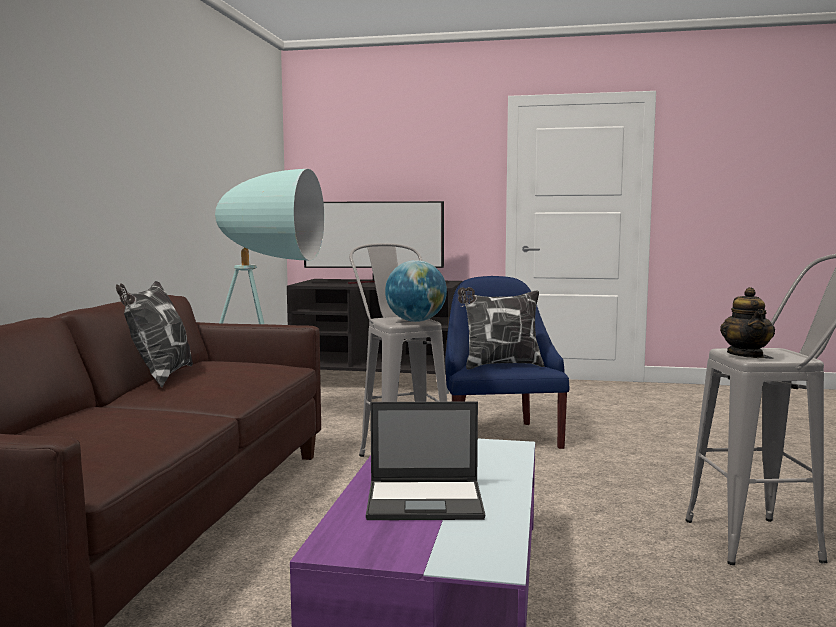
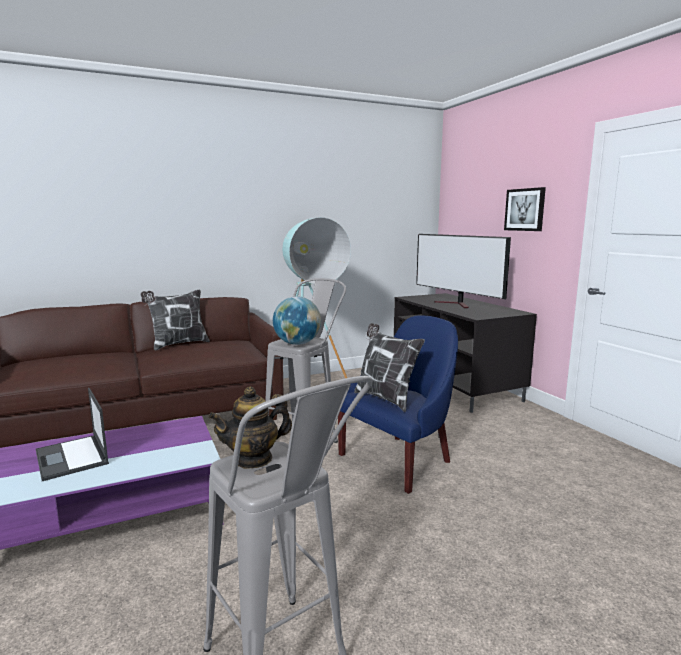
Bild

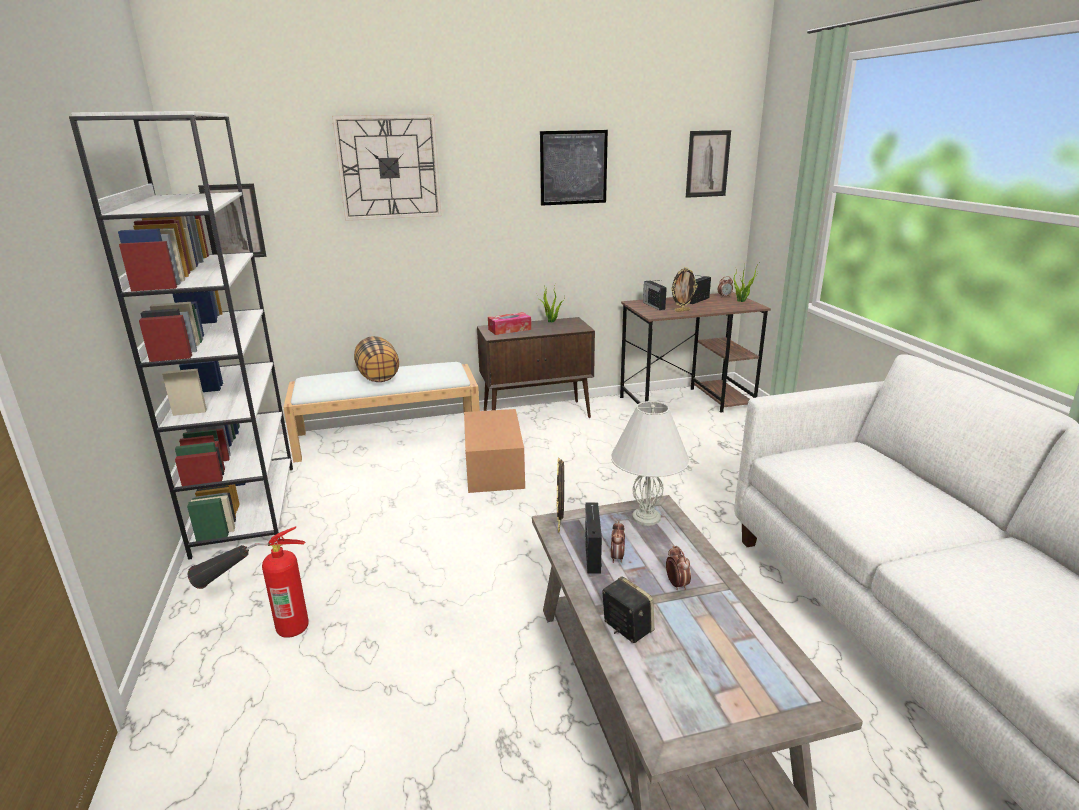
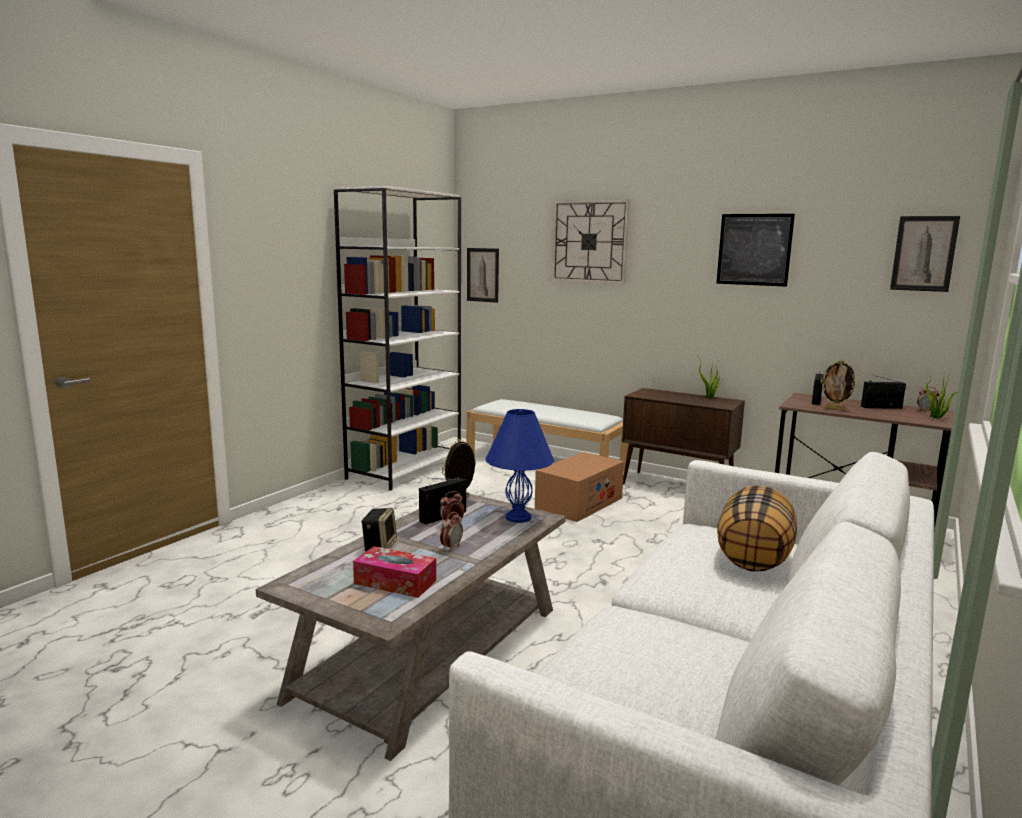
Taschentuchbox; Kissen; Tischlampe (blau); Feuerlöscher

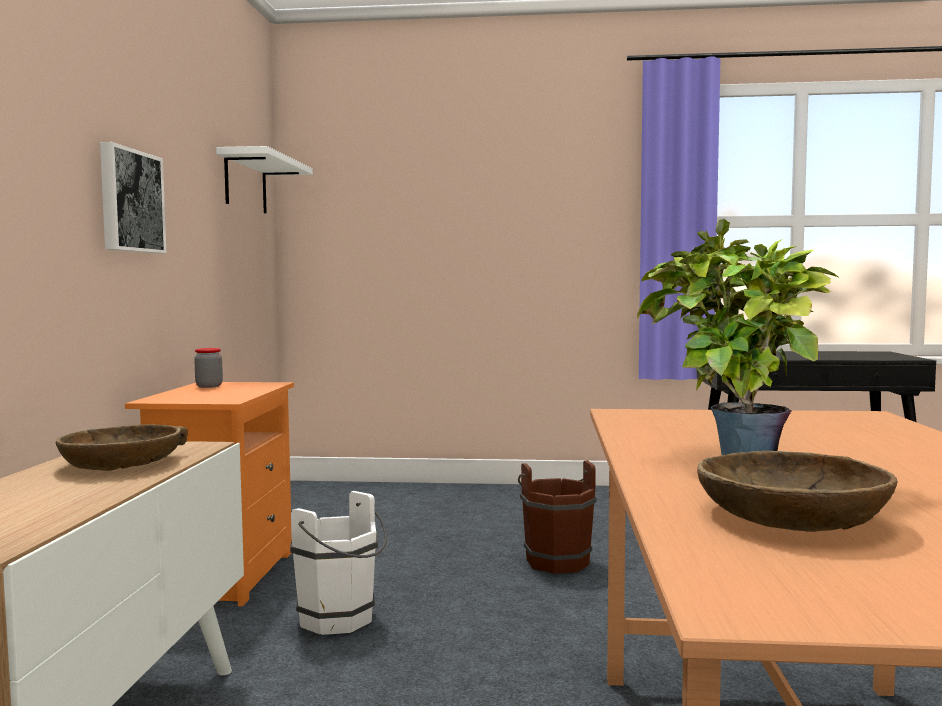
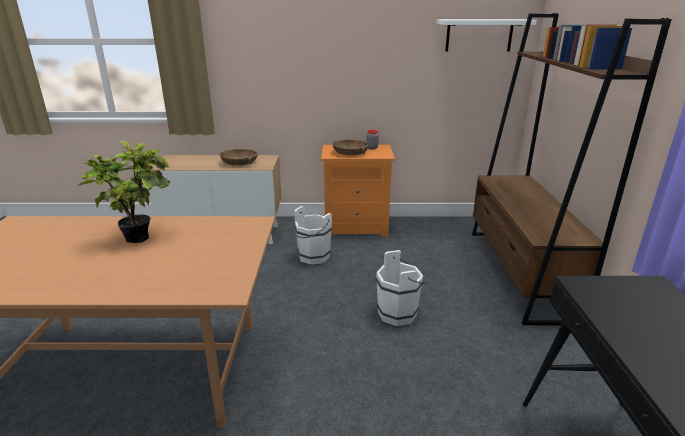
Bild; Schüssel (braun) (2nd from left); Eimer (weiß) (2nd from left); Bücherregal (braun)

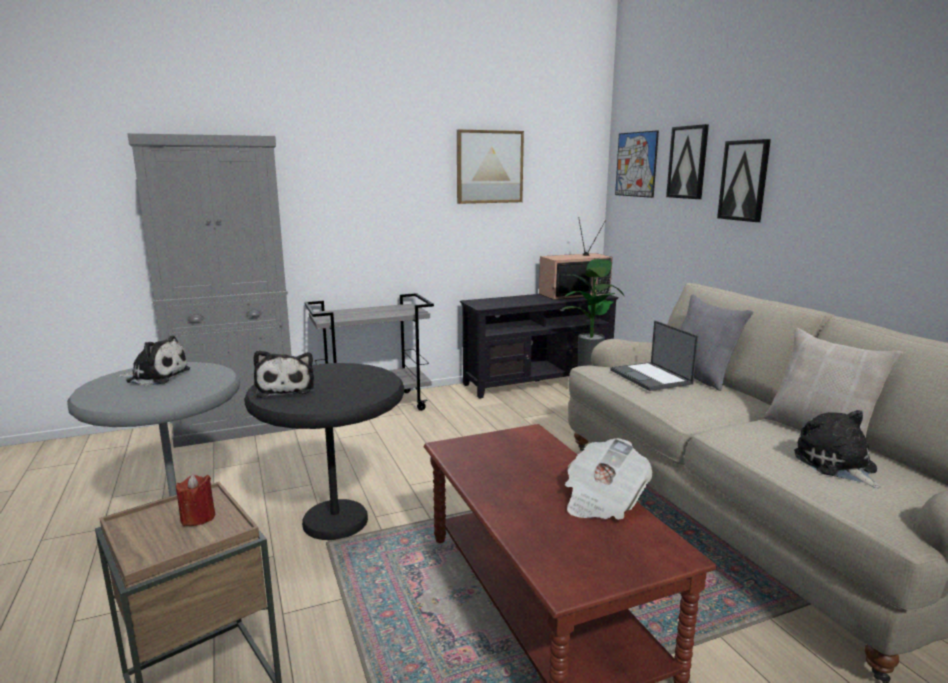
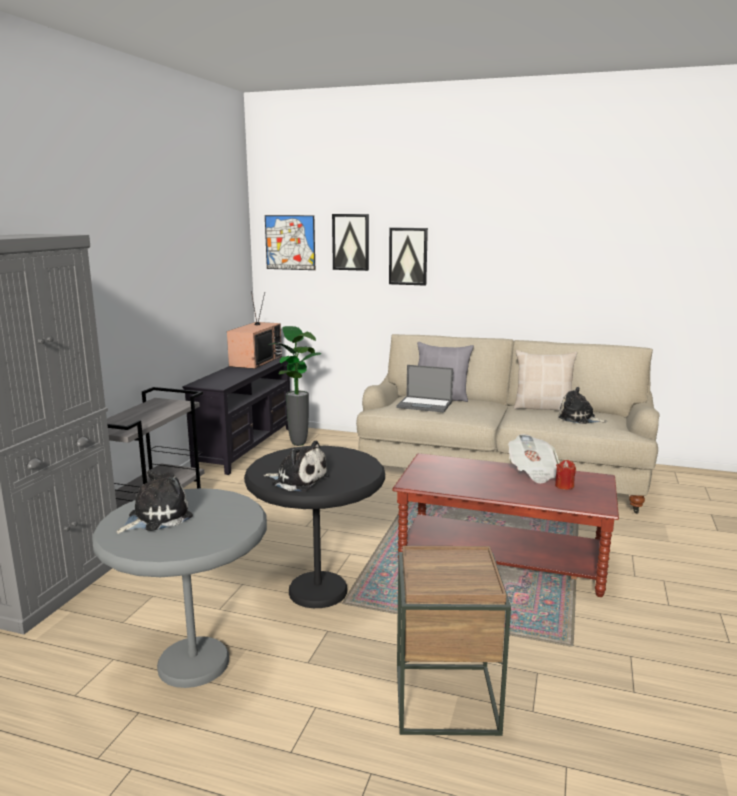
Bild (1st from left in the first image); Kerze (rot)

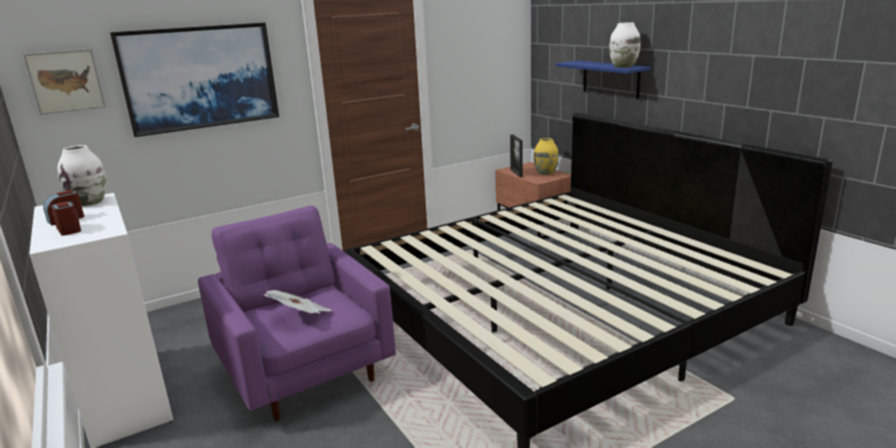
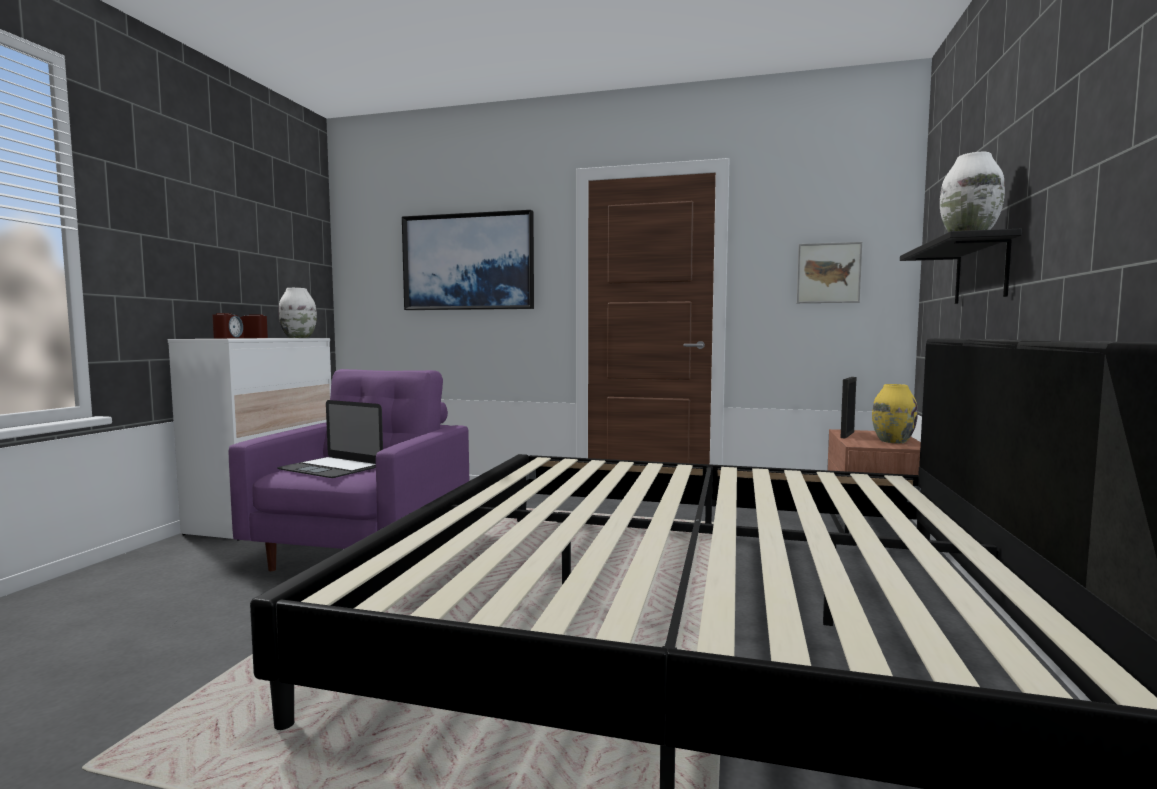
Bild (2nd from left); Wandregal (schwarz); Laptop

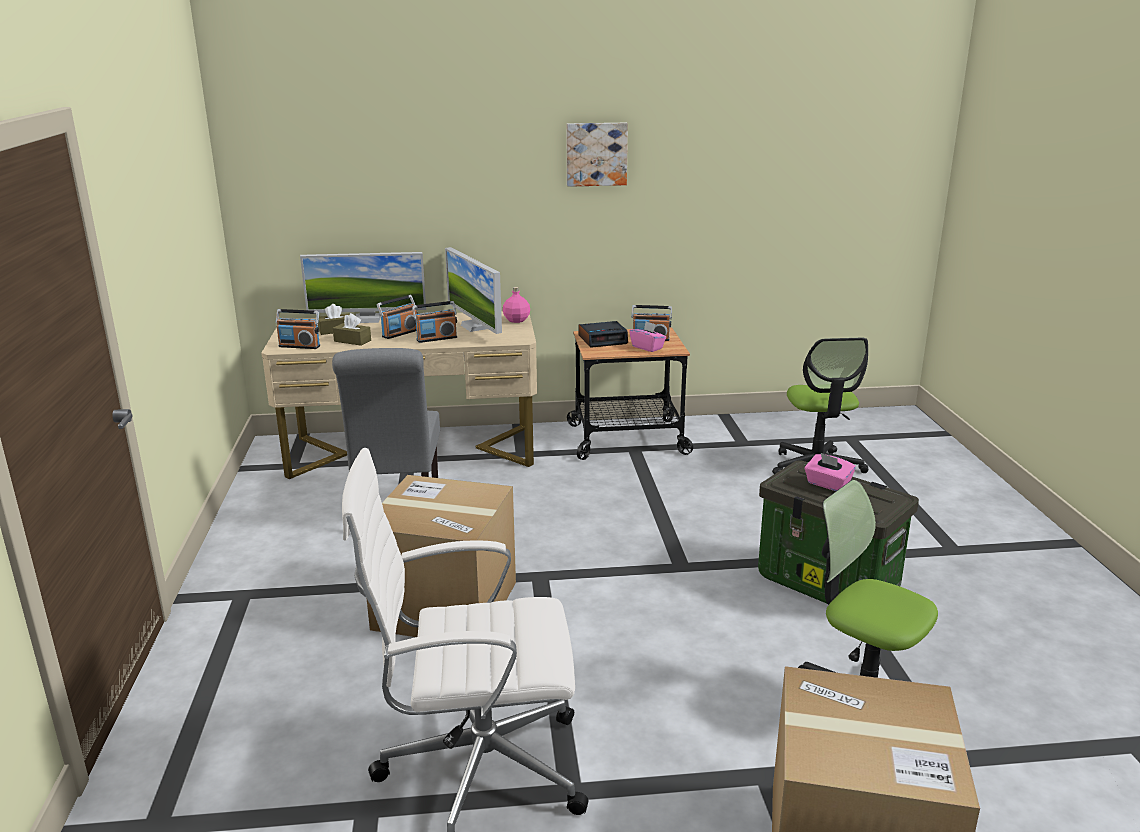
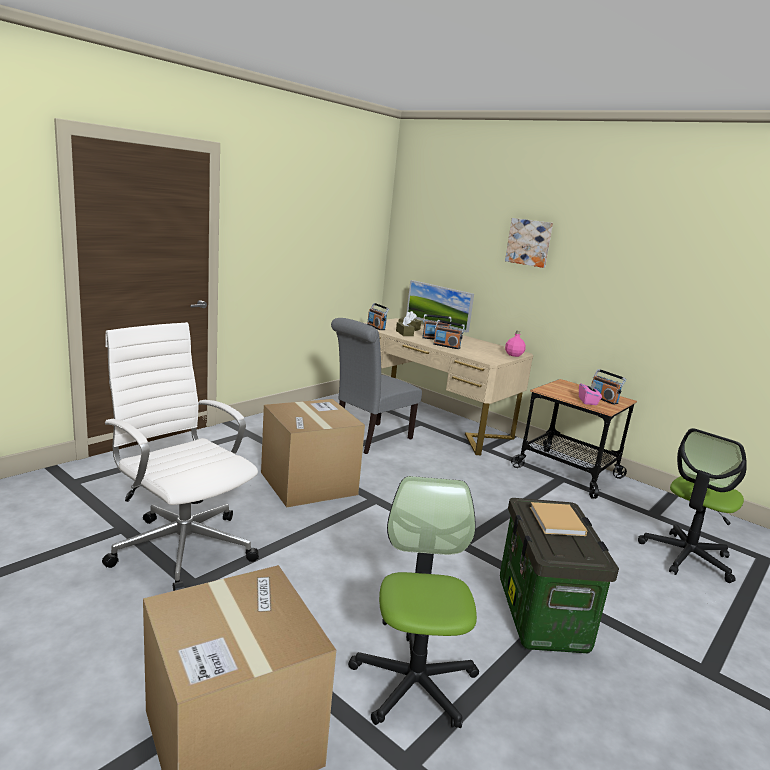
Bild; Monitor (2nd from left in the first image); Wecker; Buch (beige)

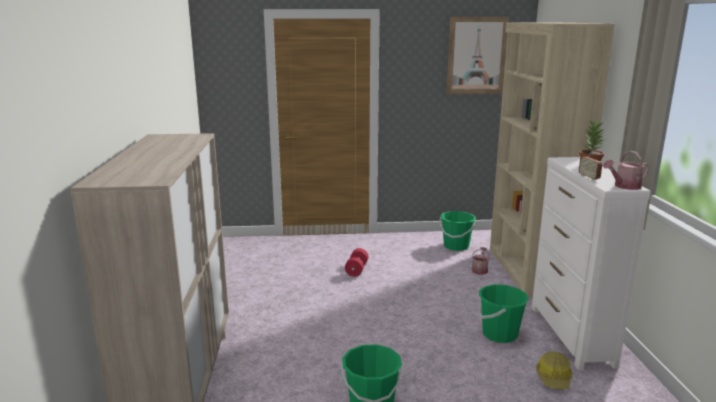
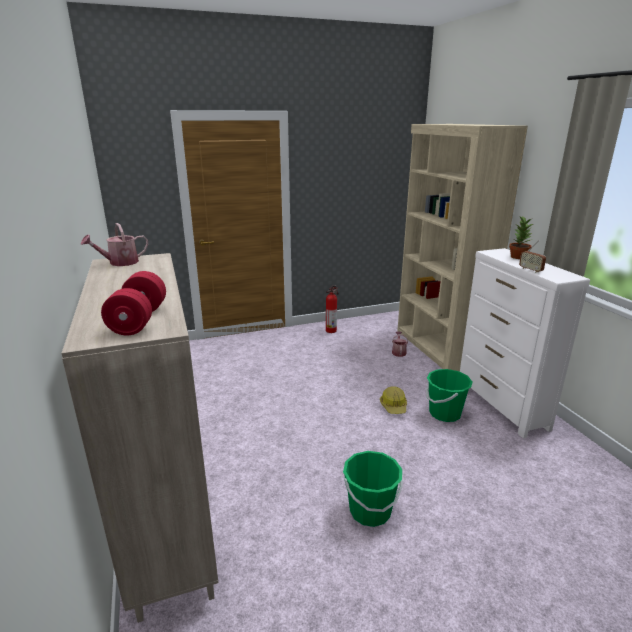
Bild; Gießkanne (1st from left); Eimer (grün) (2nd from left in the first image); Hantel (rot); Schutzhelm; Feuerlöscher

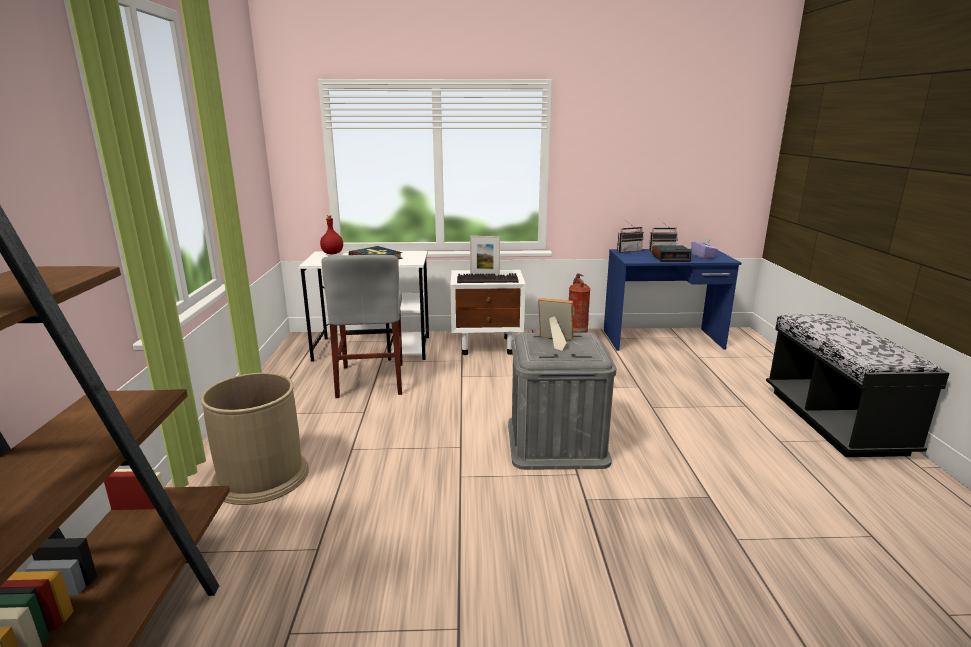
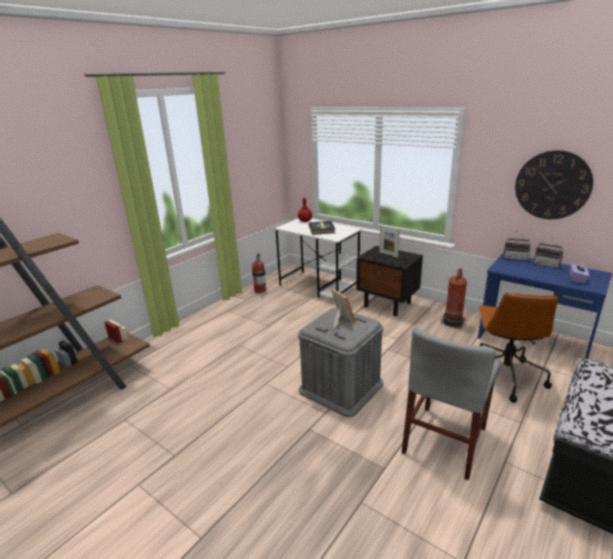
Wecker; Stuhl (grau); Nachttisch (schwarz); Mülleimer (braun); Wanduhr; Feuerlöscher (1st from left); Bürostuhl (braun)

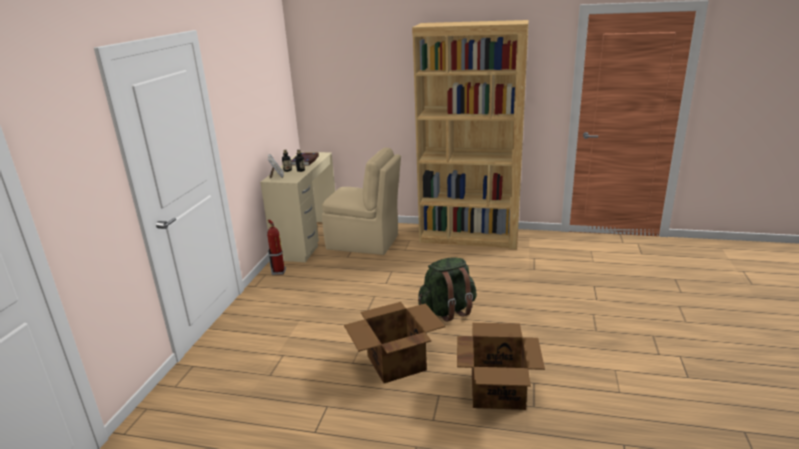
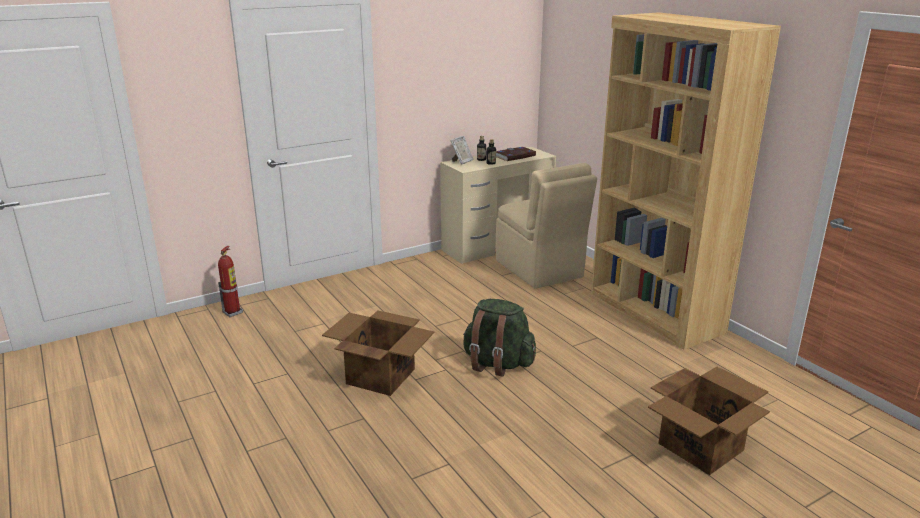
Feuerlöscher; Karton (2nd from left)

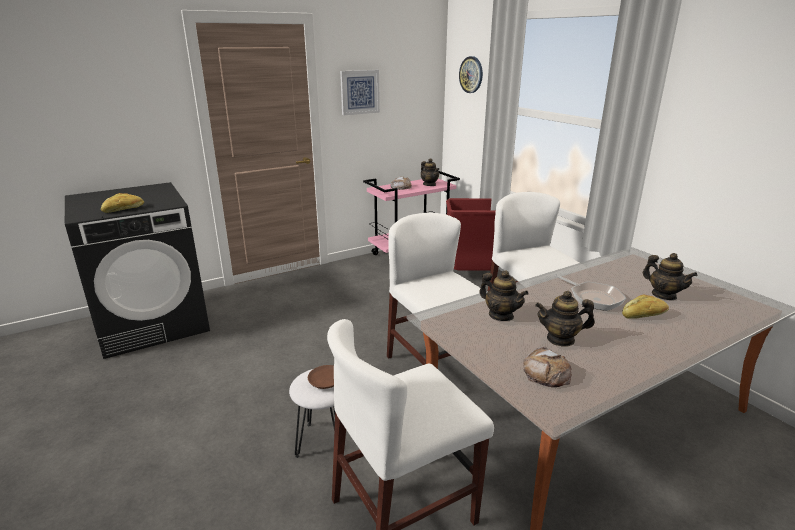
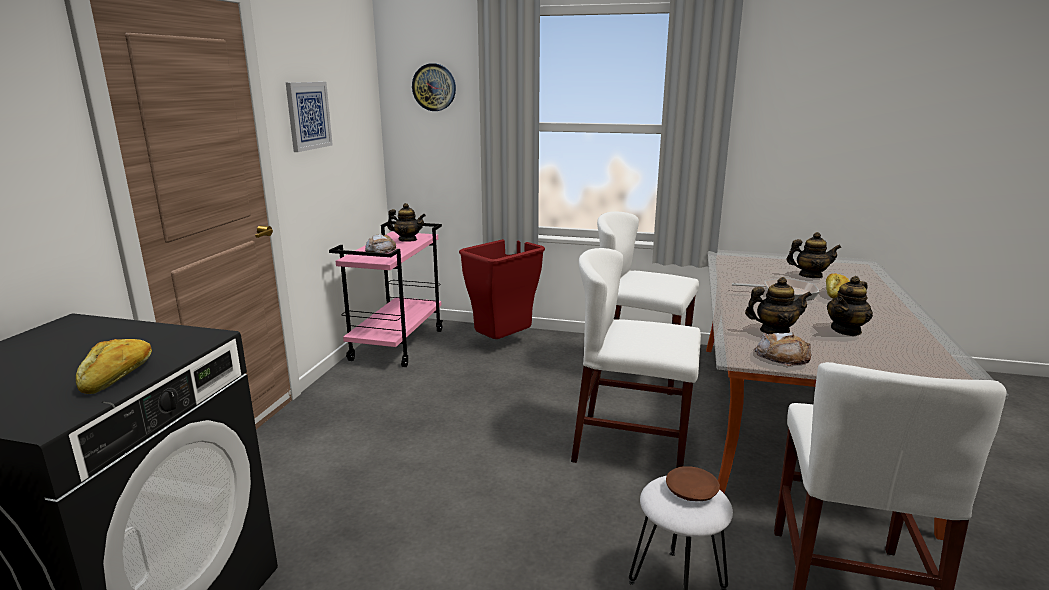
Brot (3rd from left)

